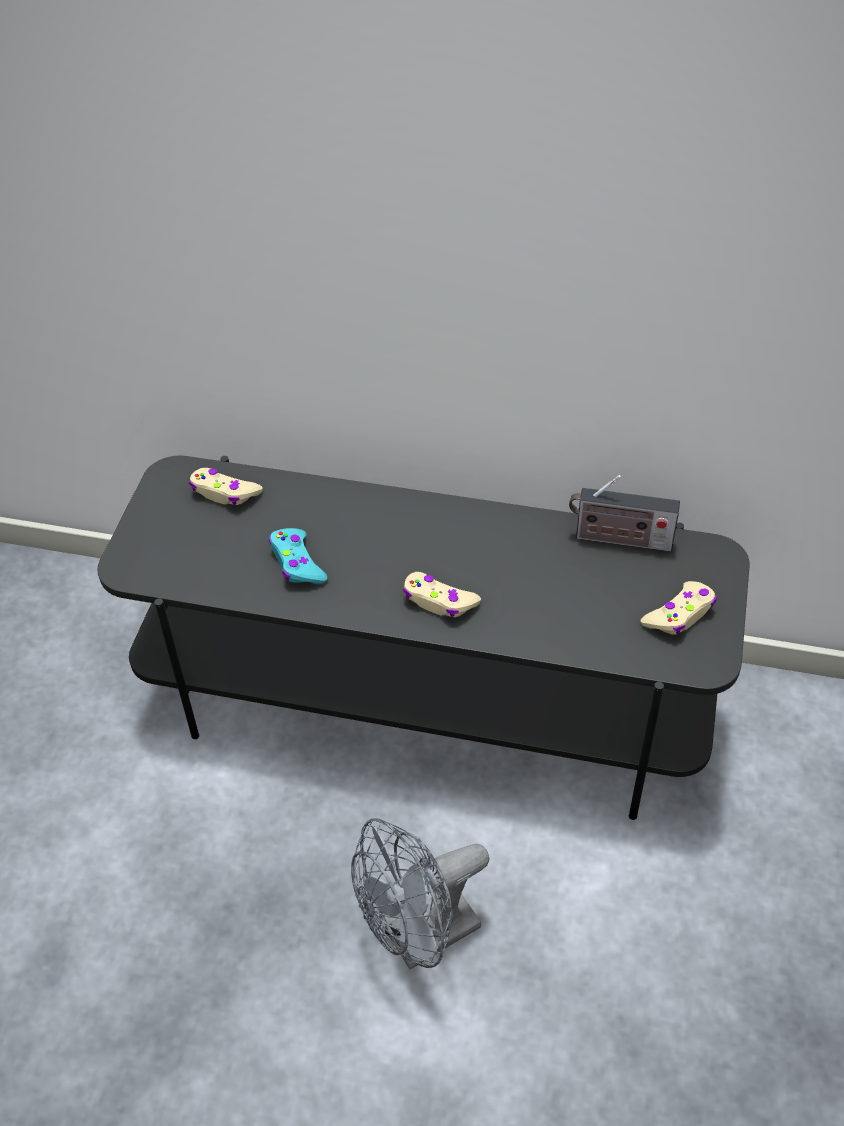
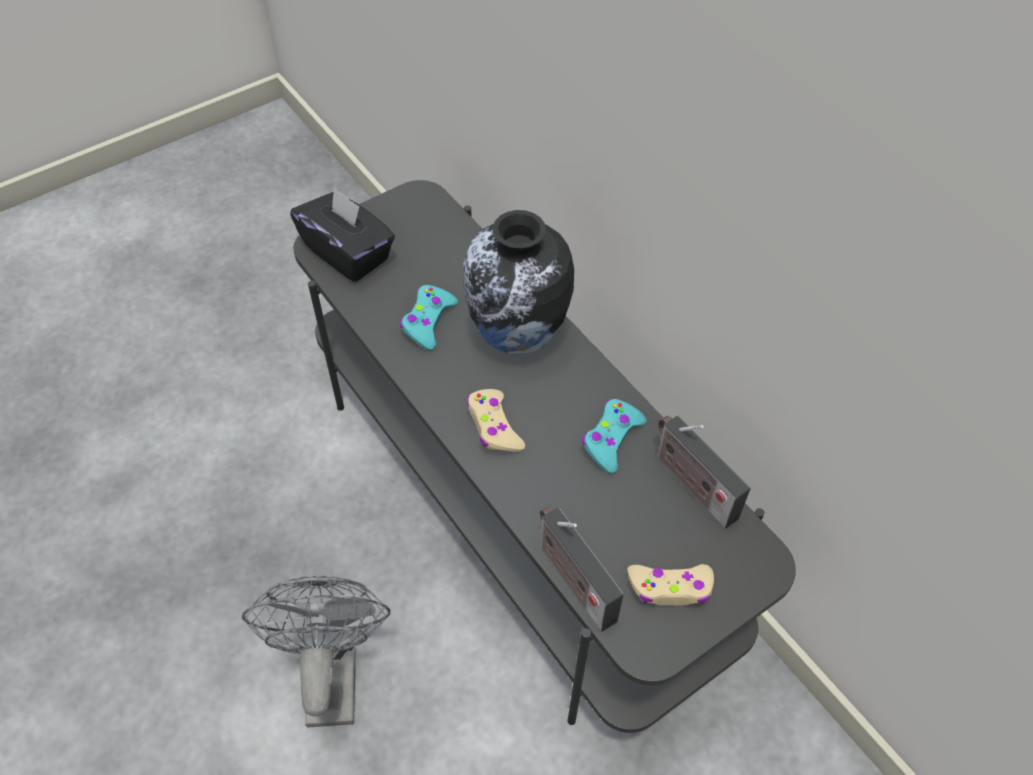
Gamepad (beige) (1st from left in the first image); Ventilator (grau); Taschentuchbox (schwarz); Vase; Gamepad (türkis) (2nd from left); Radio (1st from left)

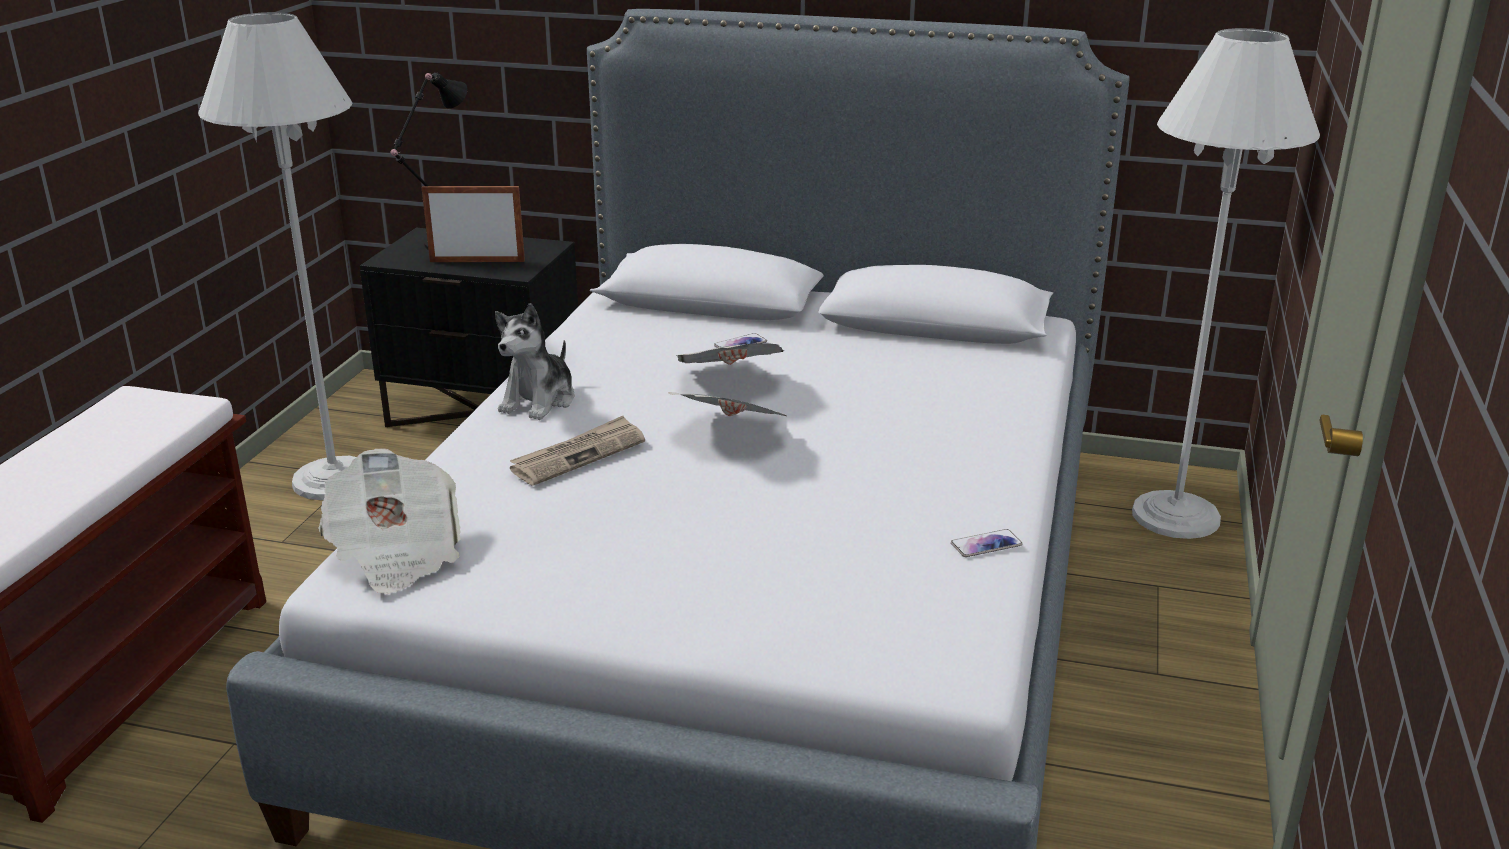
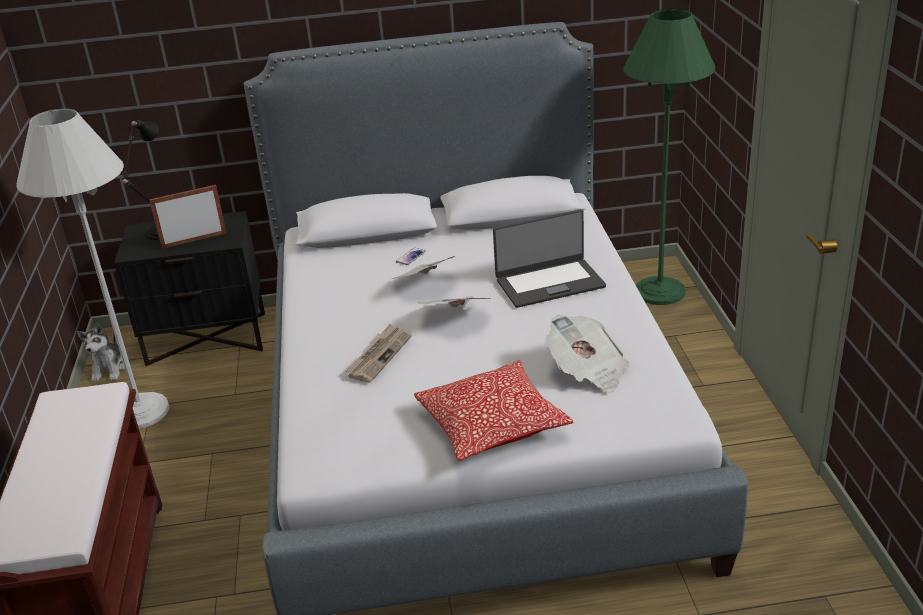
Stehlampe (grün); Plüschtier; Zeitung (4th from left); Handy (2nd from left in the first image); Laptop; Kissen

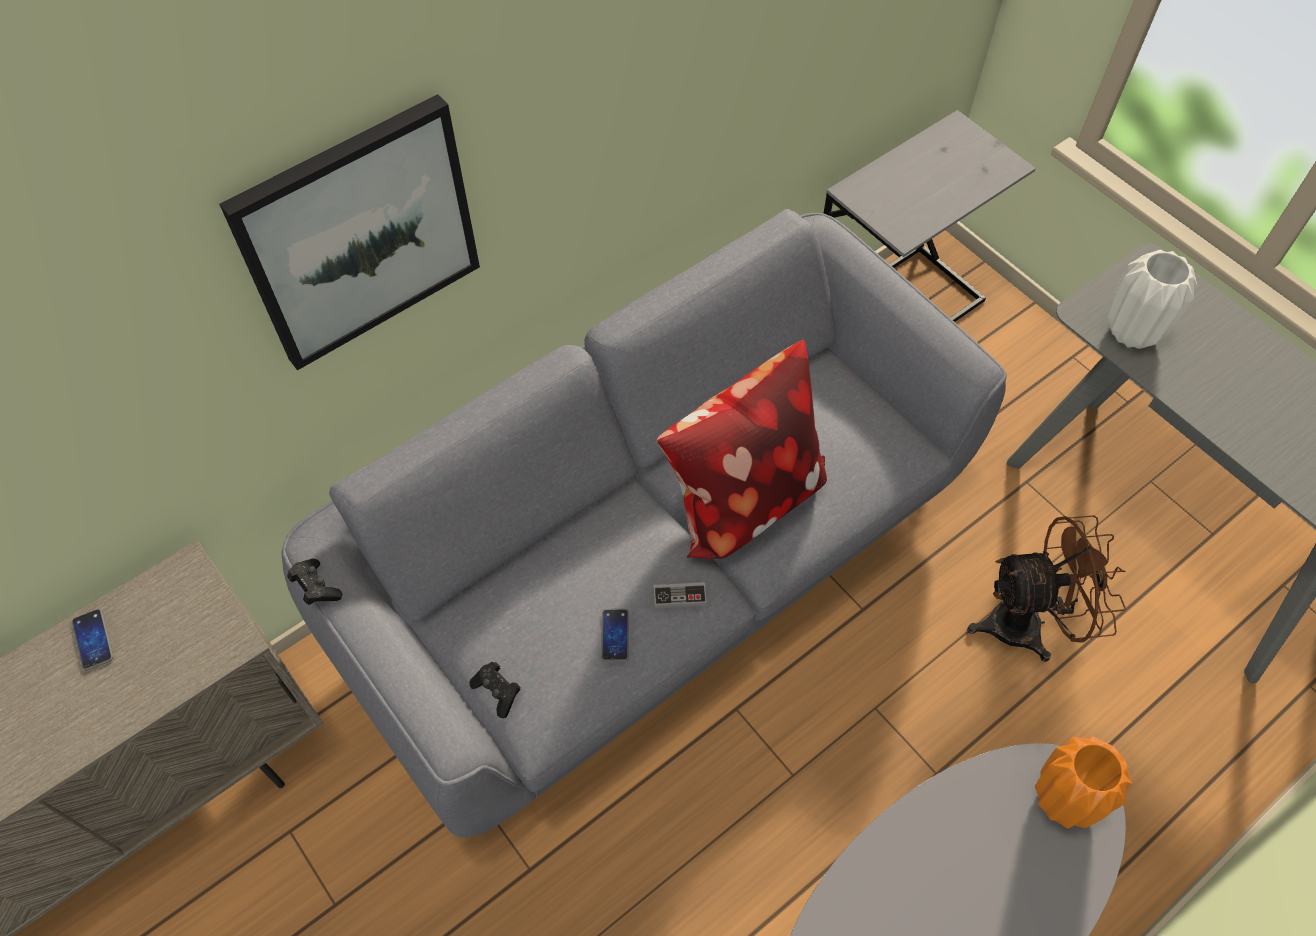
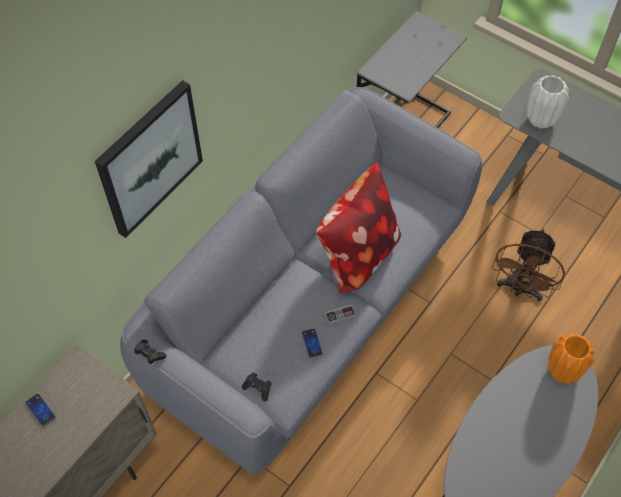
Ventilator (braun)

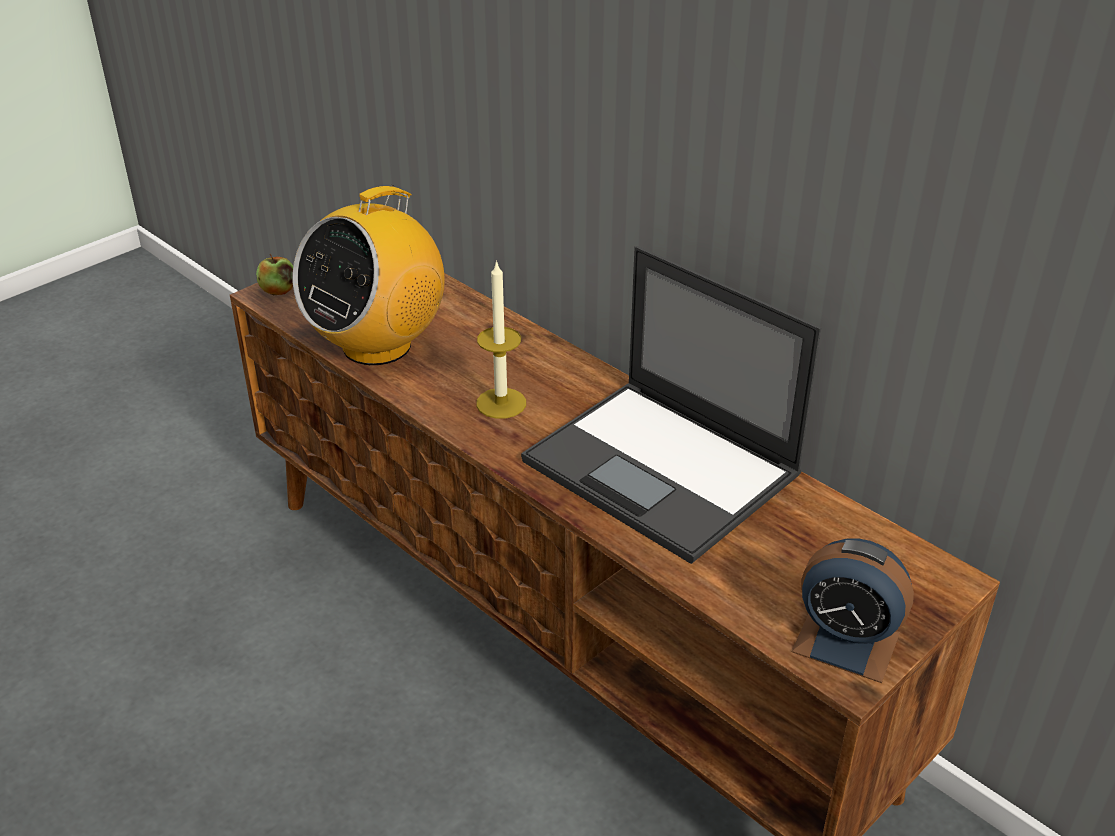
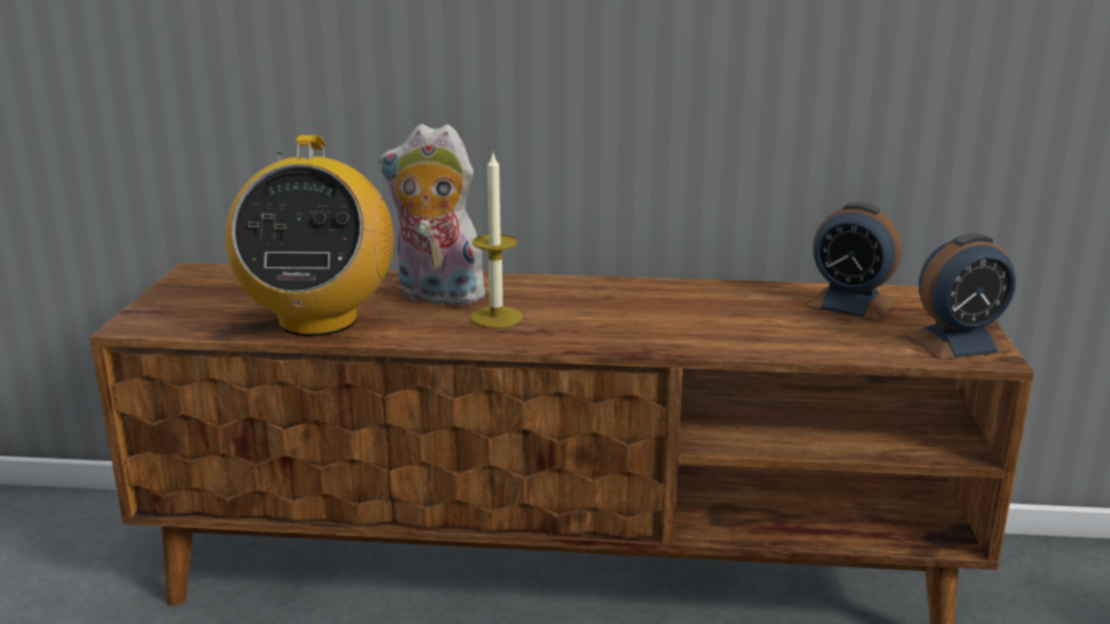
Laptop; Apfel; Plüschtier; Wecker (1st from left)

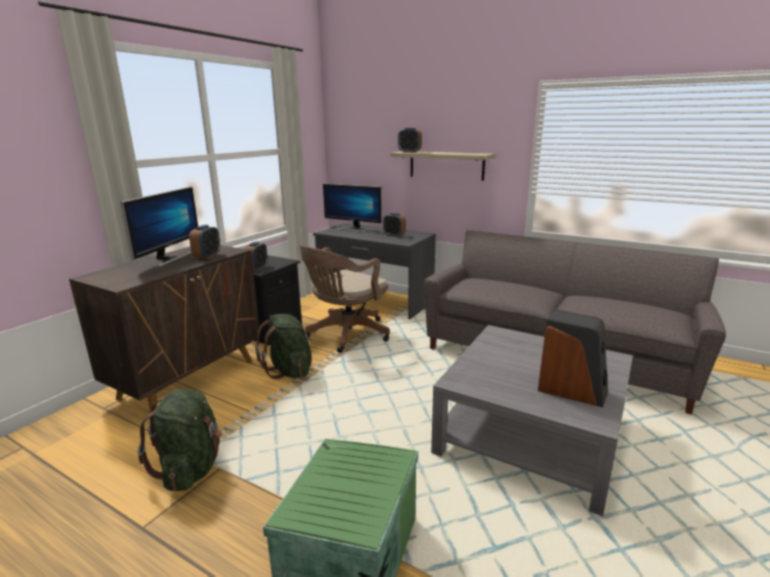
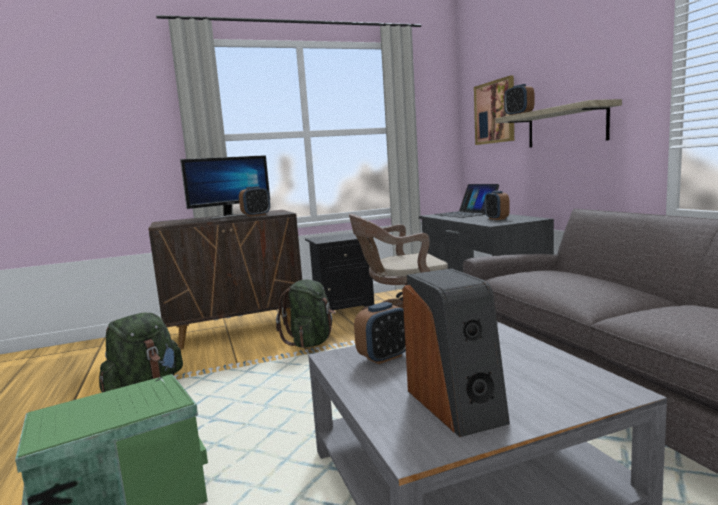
Laptop; Wecker (2nd from left); Bild

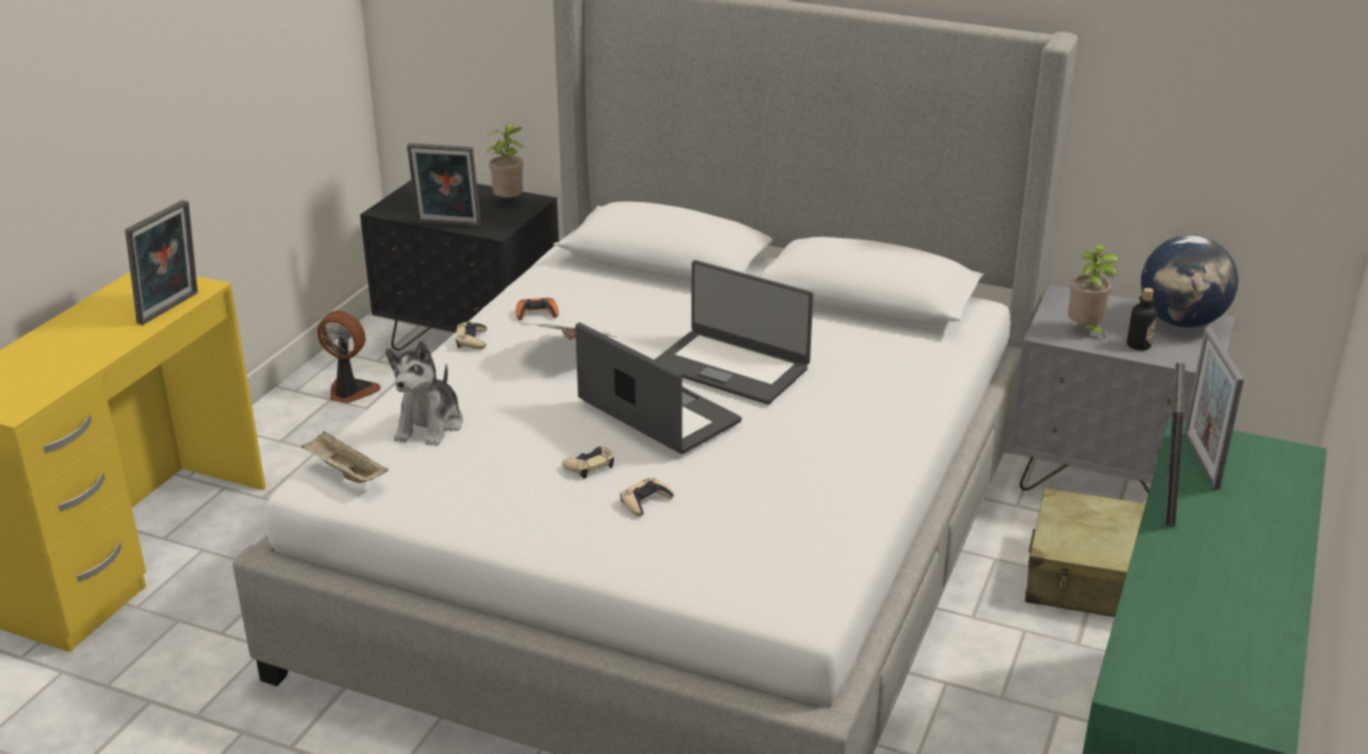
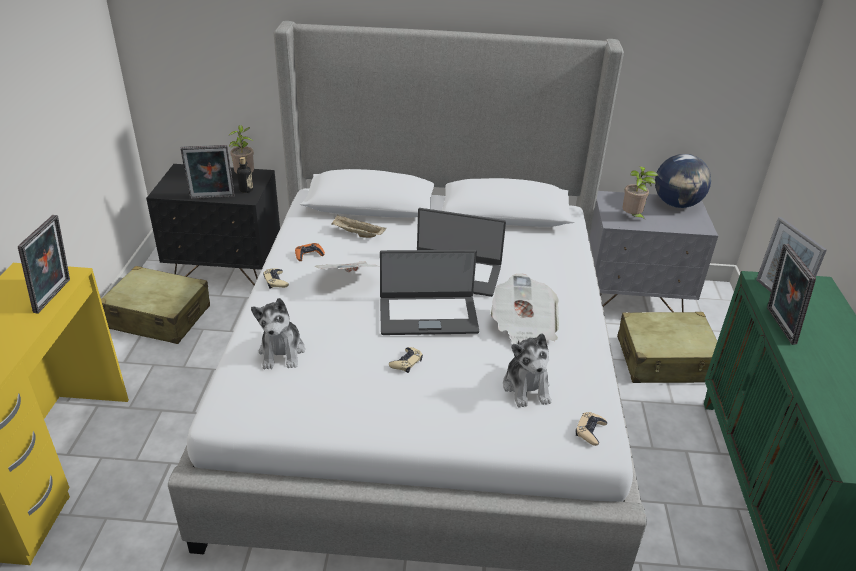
Flasche; Koffer (beige) (1st from left); Laptop (1st from left); Tablett (beige); Gamepad (beige) (3rd from left); Zeitung (2nd from left); Plüschtier (2nd from left)

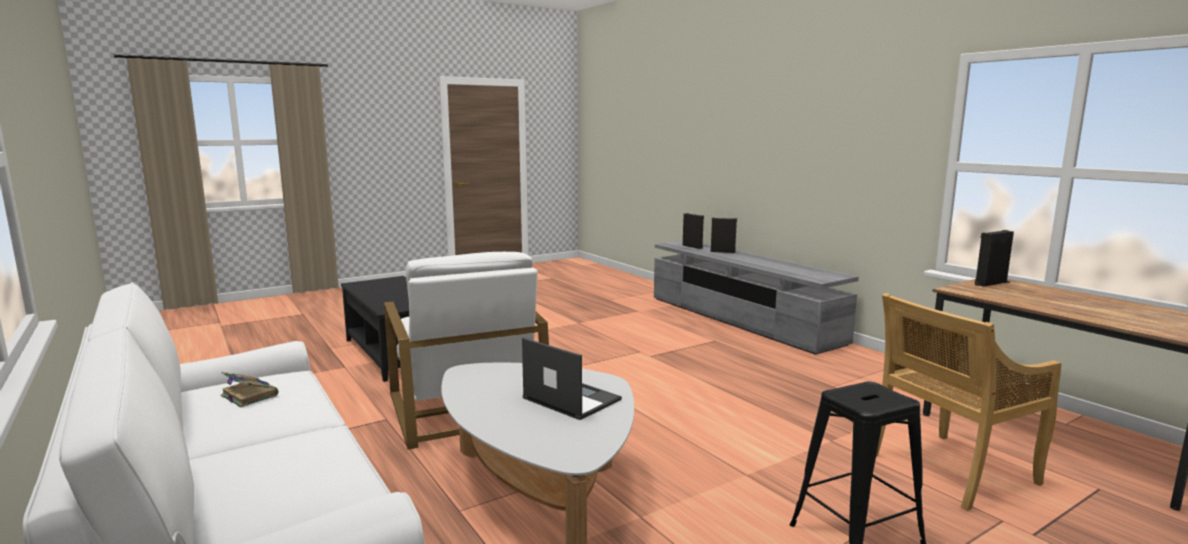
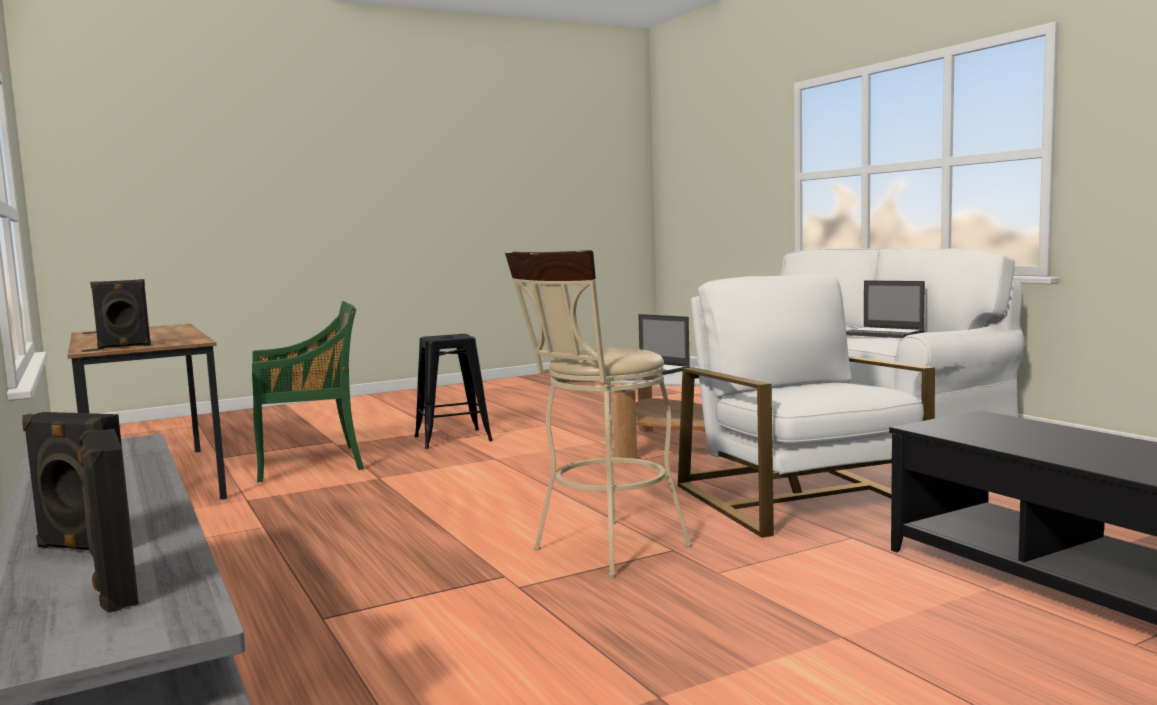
Stuhl (grün); Laptop (2nd from left); Hocker (beige)

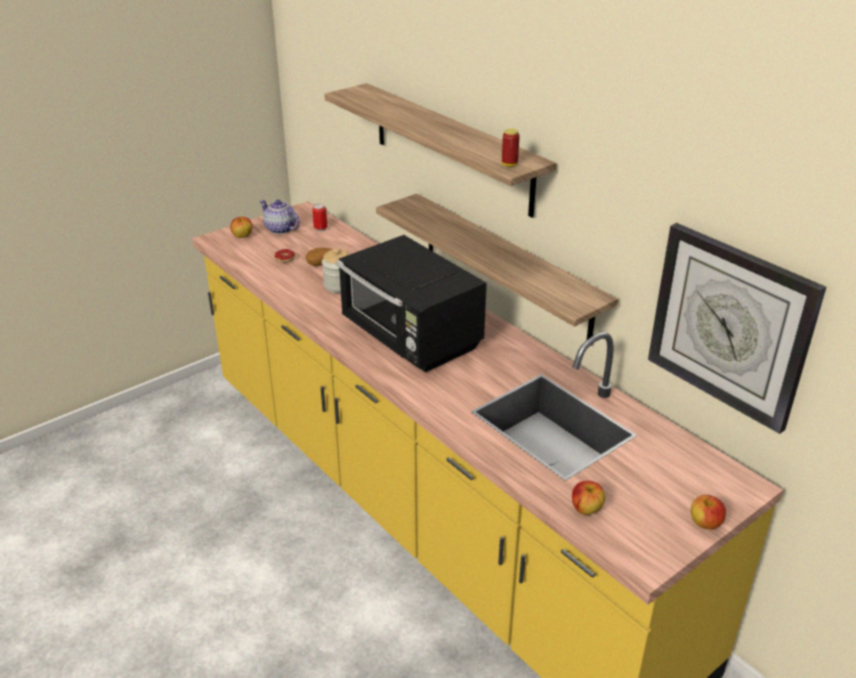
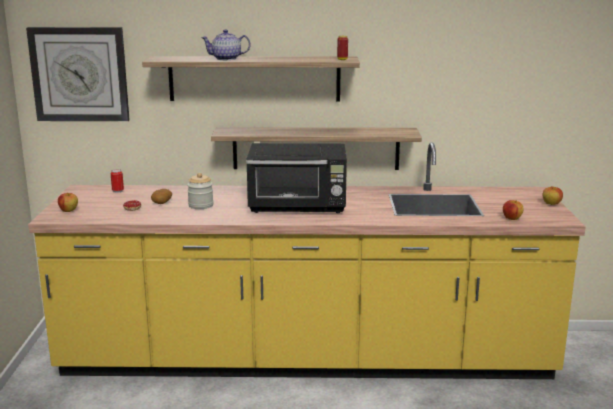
Teekanne; Wanduhr

